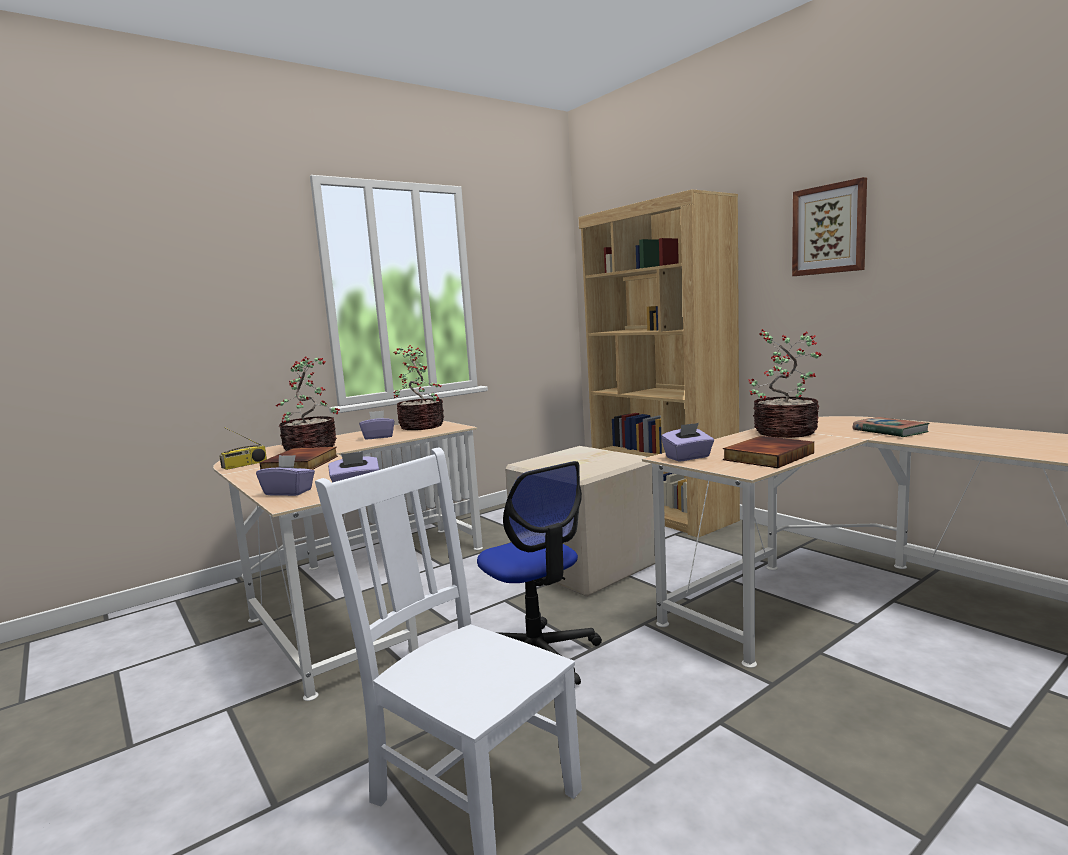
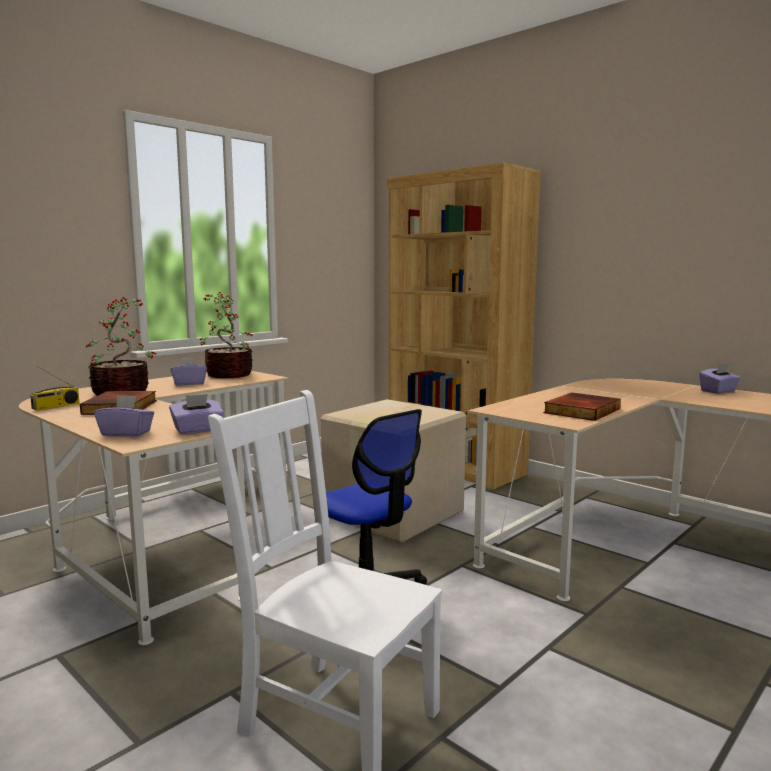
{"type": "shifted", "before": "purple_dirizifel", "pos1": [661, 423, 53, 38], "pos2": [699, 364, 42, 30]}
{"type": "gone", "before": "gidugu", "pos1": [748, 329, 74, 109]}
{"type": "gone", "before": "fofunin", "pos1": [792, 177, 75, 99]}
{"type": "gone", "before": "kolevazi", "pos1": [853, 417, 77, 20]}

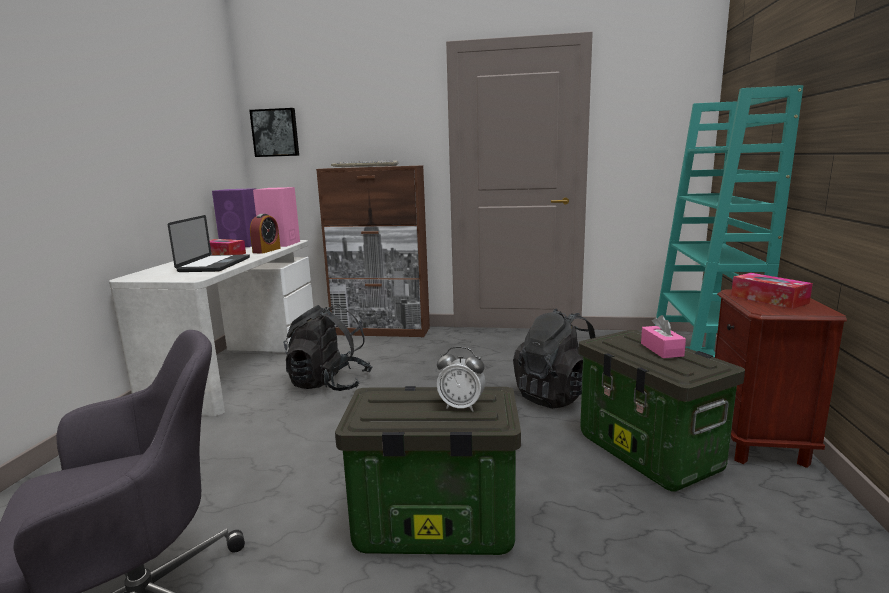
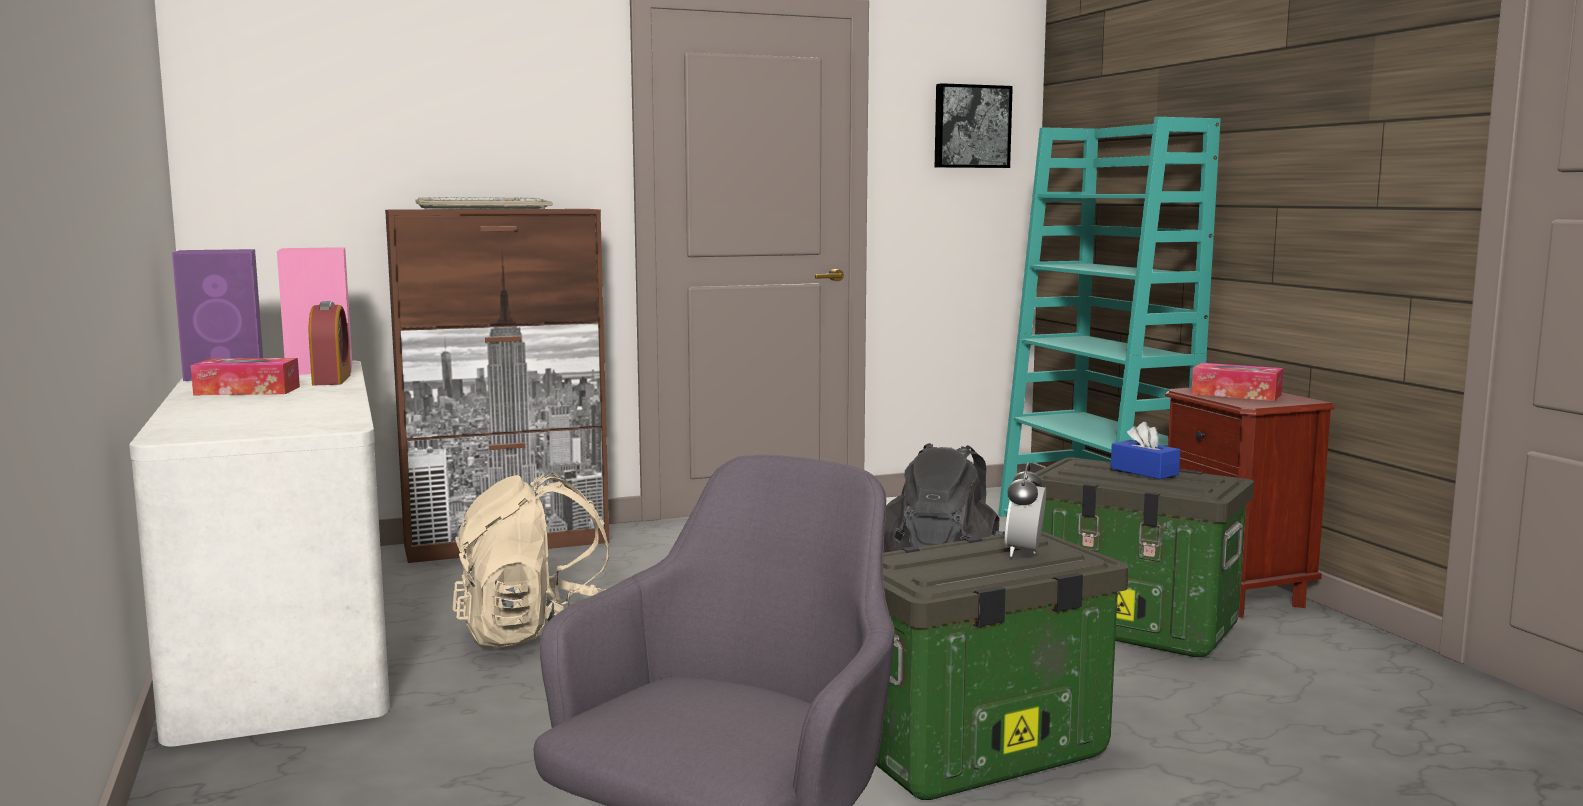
{"type": "repainted", "before": "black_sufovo", "after": "beige_sufovo", "pos1": [283, 305, 90, 86], "pos2": [453, 472, 156, 176]}
{"type": "shifted", "before": "fofunin", "pos1": [249, 108, 50, 49], "pos2": [935, 83, 78, 85]}
{"type": "rotated", "before": "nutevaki", "pos1": [437, 347, 48, 65], "pos2": [1004, 462, 42, 95], "turn": 120}
{"type": "repainted", "before": "pink_dirizifel", "after": "blue_dirizifel", "pos1": [641, 315, 45, 43], "pos2": [1111, 422, 69, 57]}
{"type": "gone", "before": "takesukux", "pos1": [168, 215, 82, 57]}

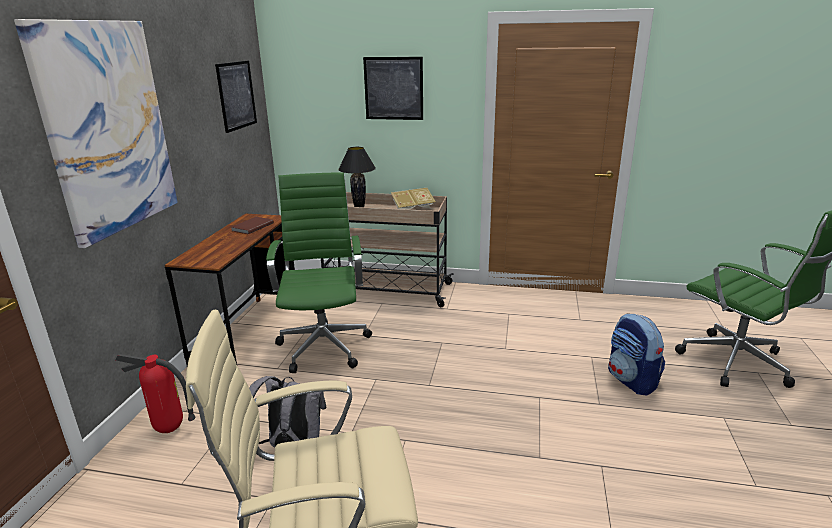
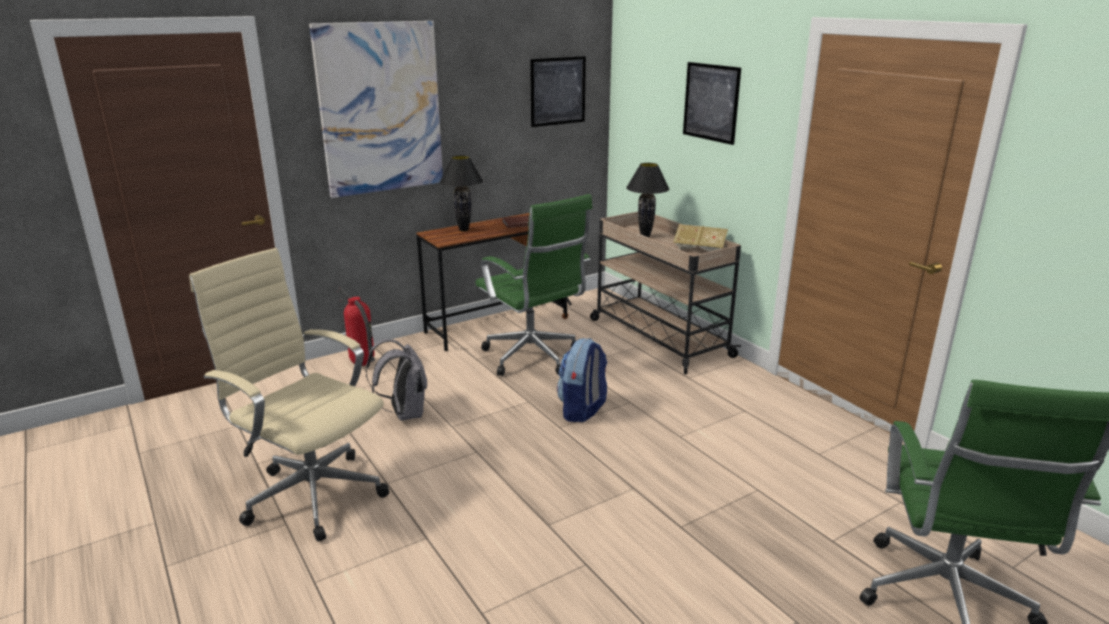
{"type": "new", "after": "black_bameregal", "pos2": [440, 156, 43, 76]}
{"type": "rotated", "before": "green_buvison", "pos1": [266, 172, 106, 201], "pos2": [475, 194, 117, 182], "turn": 105}
{"type": "shifted", "before": "sufovo", "pos1": [608, 314, 57, 82], "pos2": [557, 338, 50, 84]}

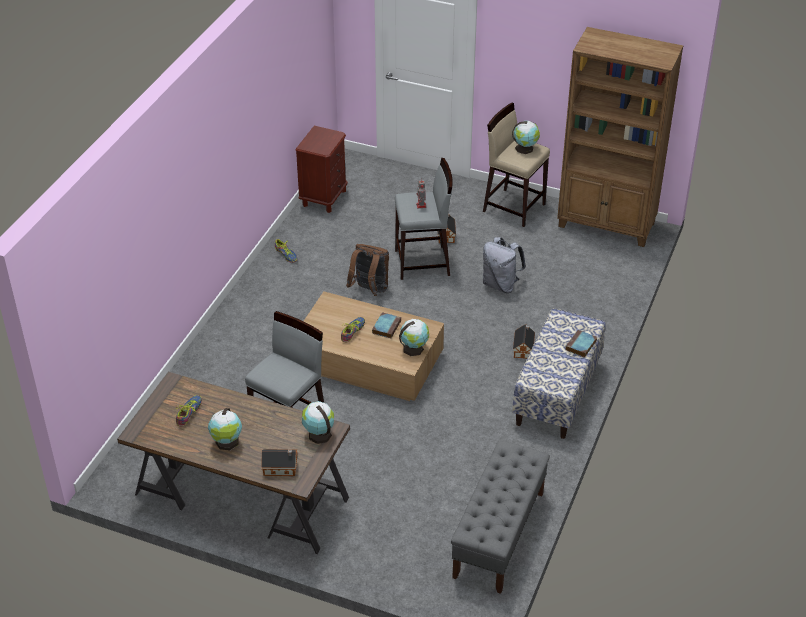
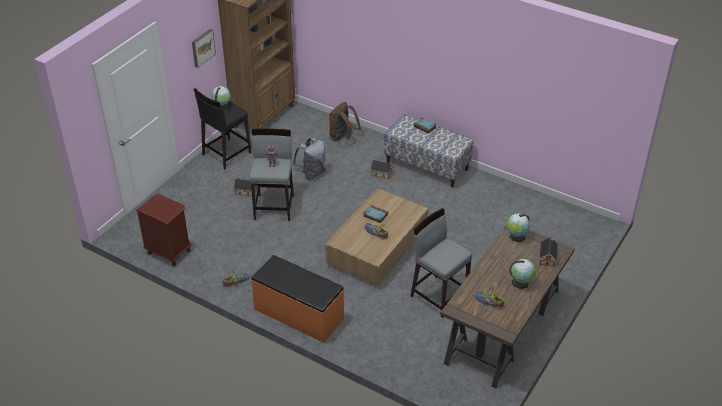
{"type": "new", "after": "fofunin", "pos2": [192, 29, 24, 39]}
{"type": "repainted", "before": "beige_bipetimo", "after": "black_bipetimo", "pos1": [483, 103, 67, 124], "pos2": [194, 88, 58, 81]}
{"type": "new", "after": "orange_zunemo", "pos2": [251, 255, 93, 88]}
{"type": "shifted", "before": "brown_sufovo", "pos1": [346, 244, 43, 52], "pos2": [329, 102, 32, 39]}
{"type": "gone", "before": "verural", "pos1": [399, 319, 30, 37]}
{"type": "gone", "before": "grey_zunemo", "pos1": [451, 440, 99, 154]}

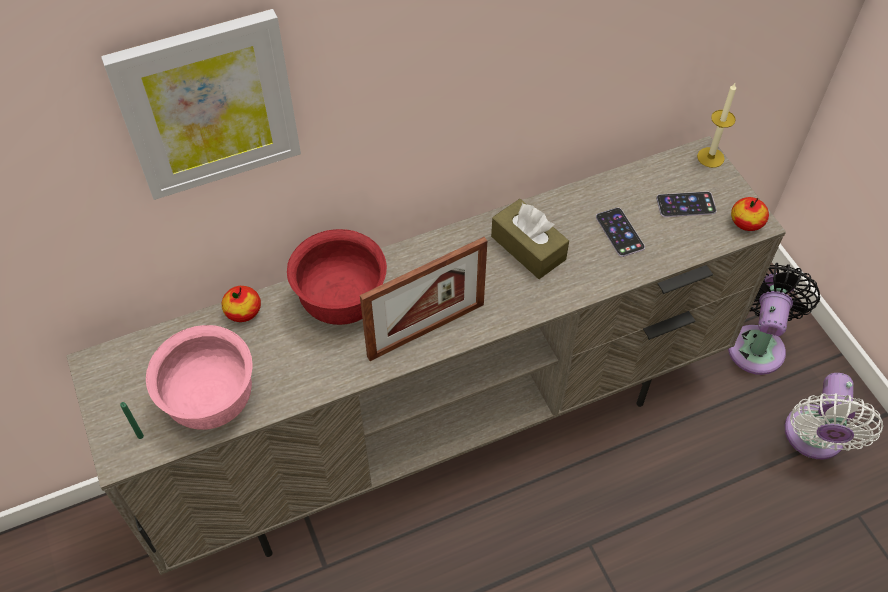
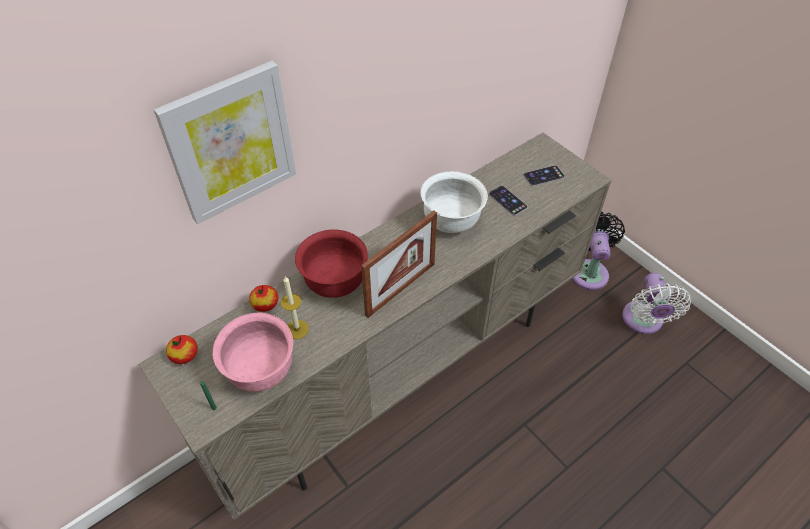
{"type": "shifted", "before": "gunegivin", "pos1": [731, 197, 38, 34], "pos2": [166, 335, 32, 29]}
{"type": "shifted", "before": "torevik", "pos1": [697, 83, 39, 85], "pos2": [281, 276, 28, 63]}
{"type": "swapped", "before": "brown_dirizifel", "after": "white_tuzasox", "pos1": [491, 199, 78, 80], "pos2": [420, 171, 68, 62]}

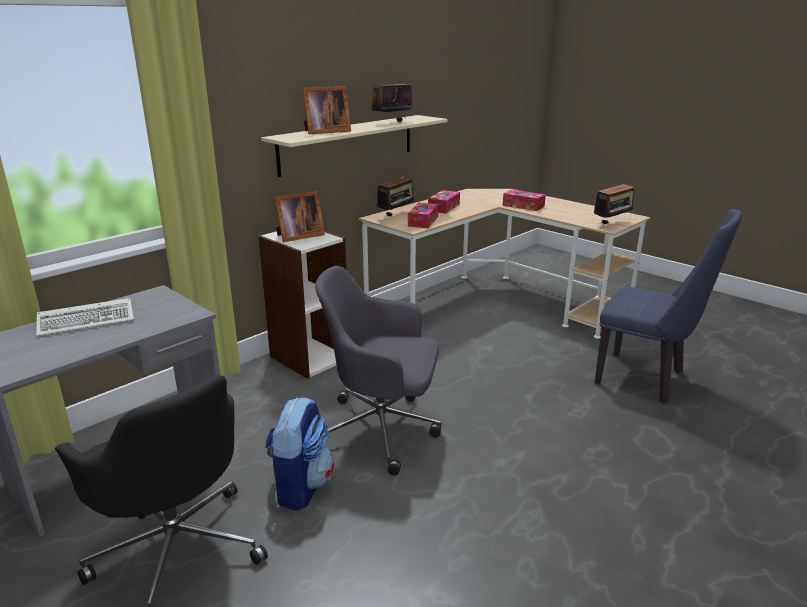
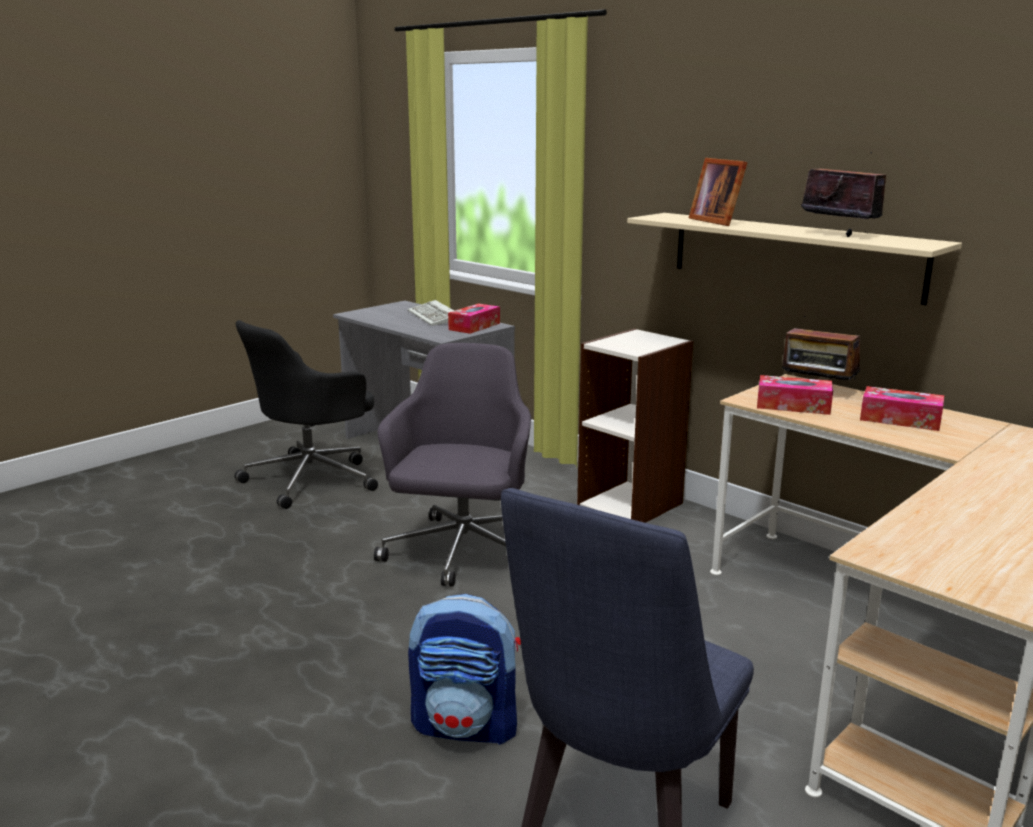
{"type": "shifted", "before": "sufovo", "pos1": [265, 397, 69, 114], "pos2": [408, 594, 113, 151]}
{"type": "shifted", "before": "dirizifel", "pos1": [503, 189, 43, 22], "pos2": [448, 303, 52, 31]}
{"type": "gone", "before": "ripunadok", "pos1": [275, 191, 50, 51]}
{"type": "gone", "before": "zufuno", "pos1": [591, 184, 43, 40]}

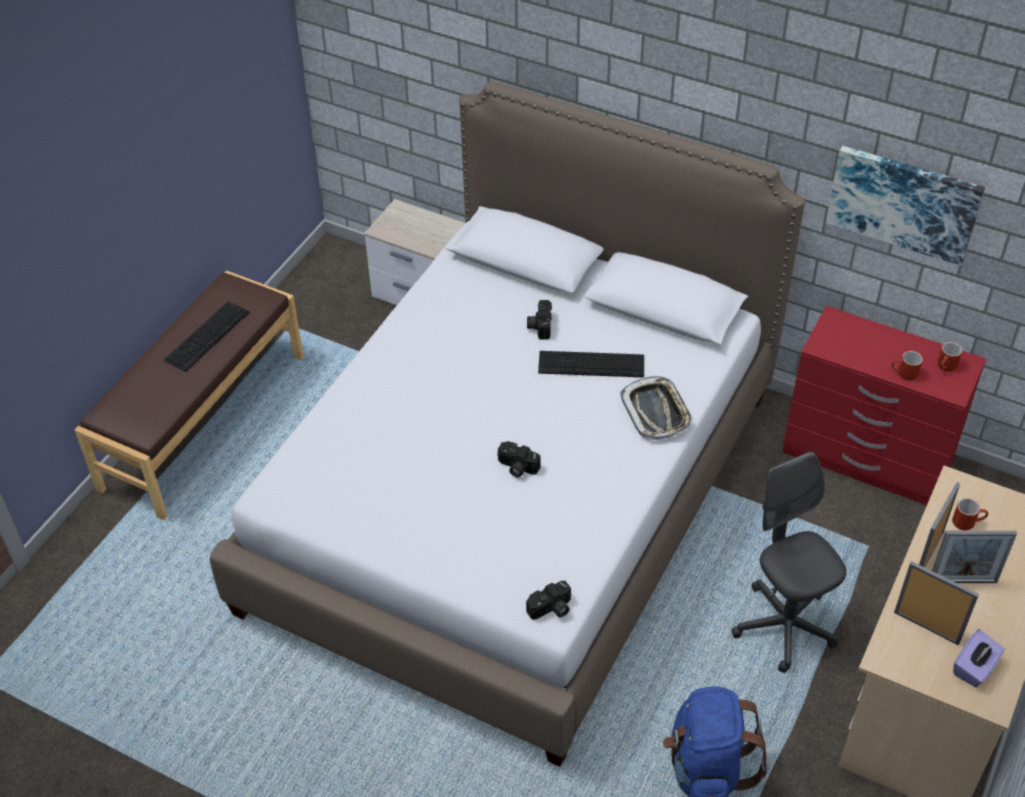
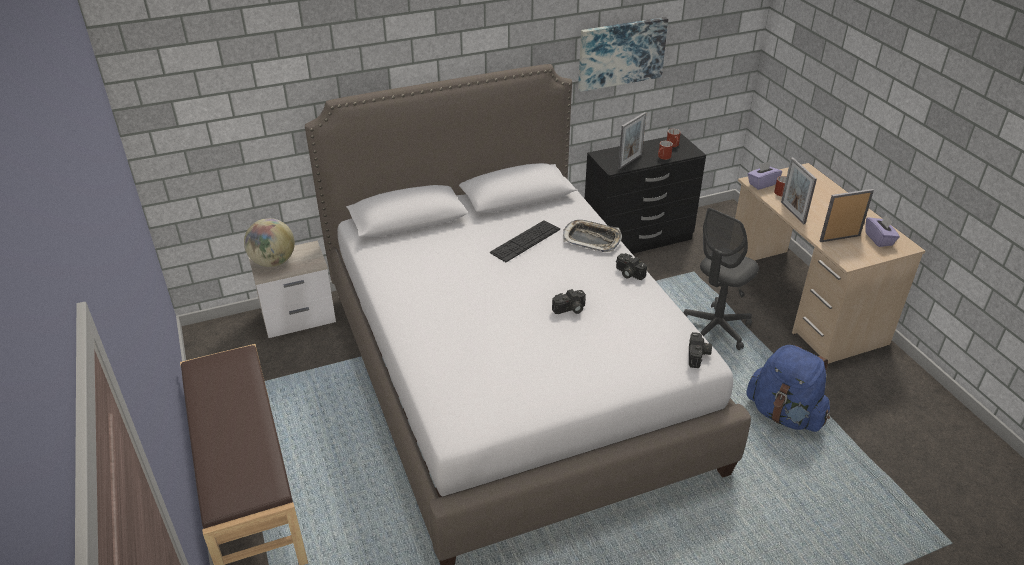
{"type": "new", "after": "verural", "pos2": [244, 218, 51, 49]}
{"type": "repainted", "before": "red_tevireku", "after": "black_tevireku", "pos1": [783, 306, 203, 199], "pos2": [585, 134, 121, 120]}
{"type": "shifted", "before": "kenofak", "pos1": [527, 300, 25, 40], "pos2": [616, 253, 31, 27]}
{"type": "shifted", "before": "ripunadok", "pos1": [932, 531, 85, 52], "pos2": [618, 112, 28, 57]}
{"type": "rotated", "before": "grey_buvison", "pos1": [731, 451, 115, 222], "pos2": [683, 208, 76, 142], "turn": -60}
{"type": "new", "after": "purple_dirizifel", "pos2": [748, 161, 34, 29]}
{"type": "gone", "before": "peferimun", "pos1": [164, 301, 85, 71]}

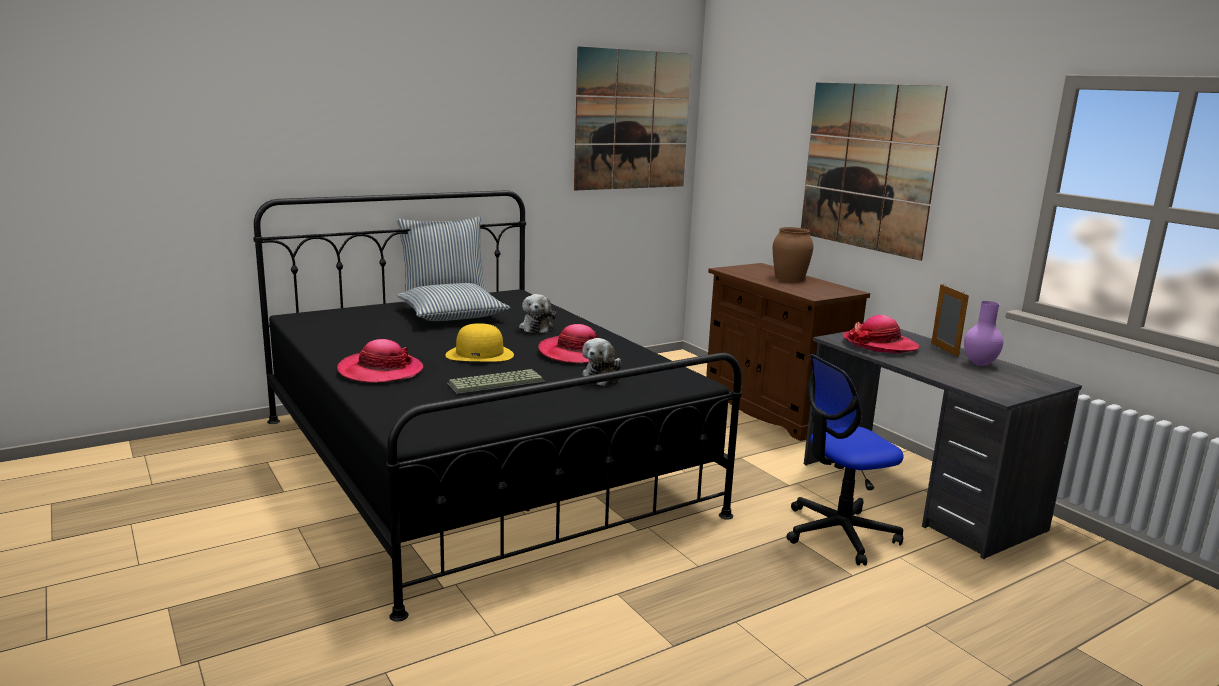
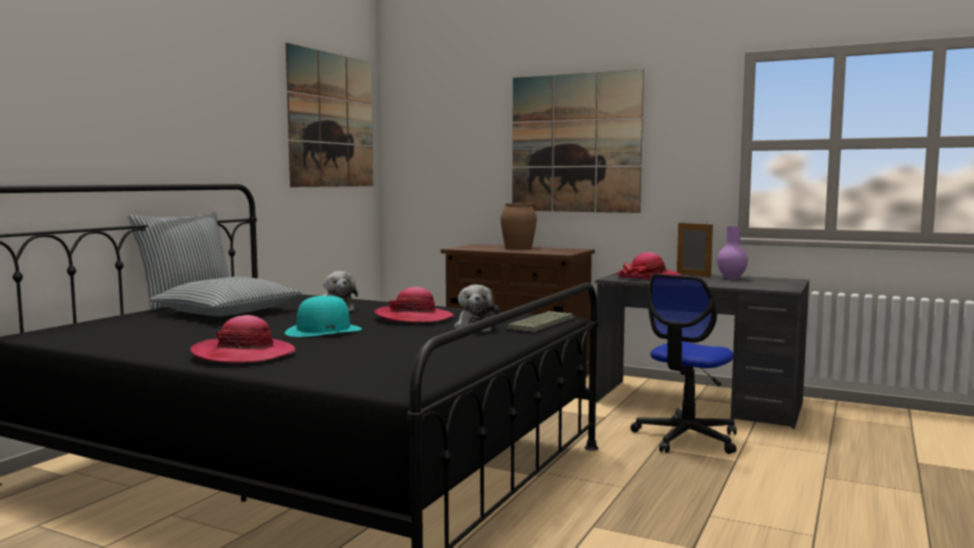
{"type": "repainted", "before": "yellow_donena", "after": "turquoise_donena", "pos1": [445, 323, 69, 39], "pos2": [285, 296, 77, 41]}
{"type": "shifted", "before": "peferimun", "pos1": [447, 369, 99, 27], "pos2": [505, 311, 71, 24]}

